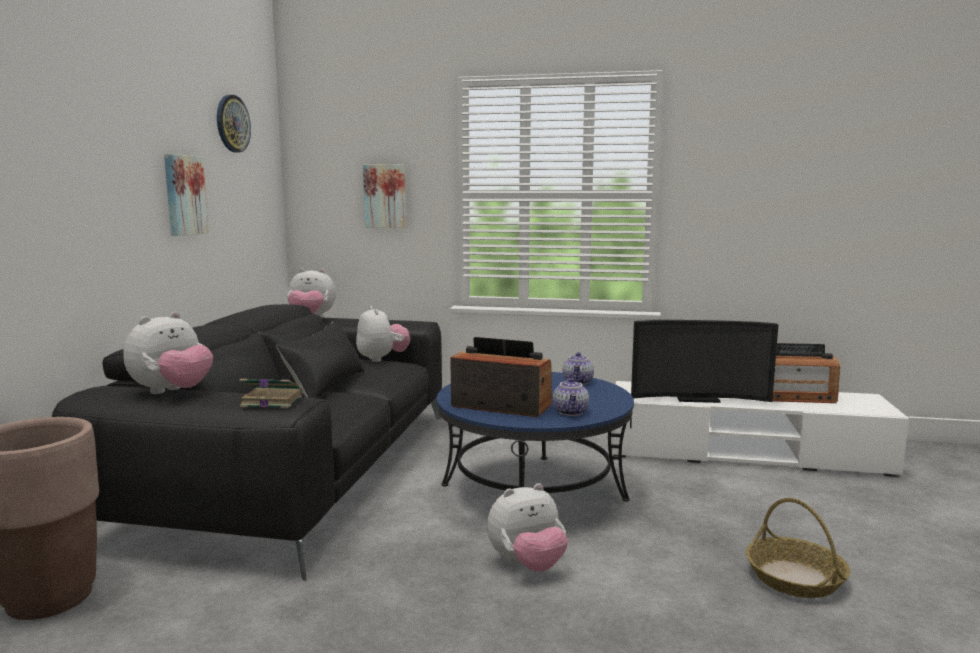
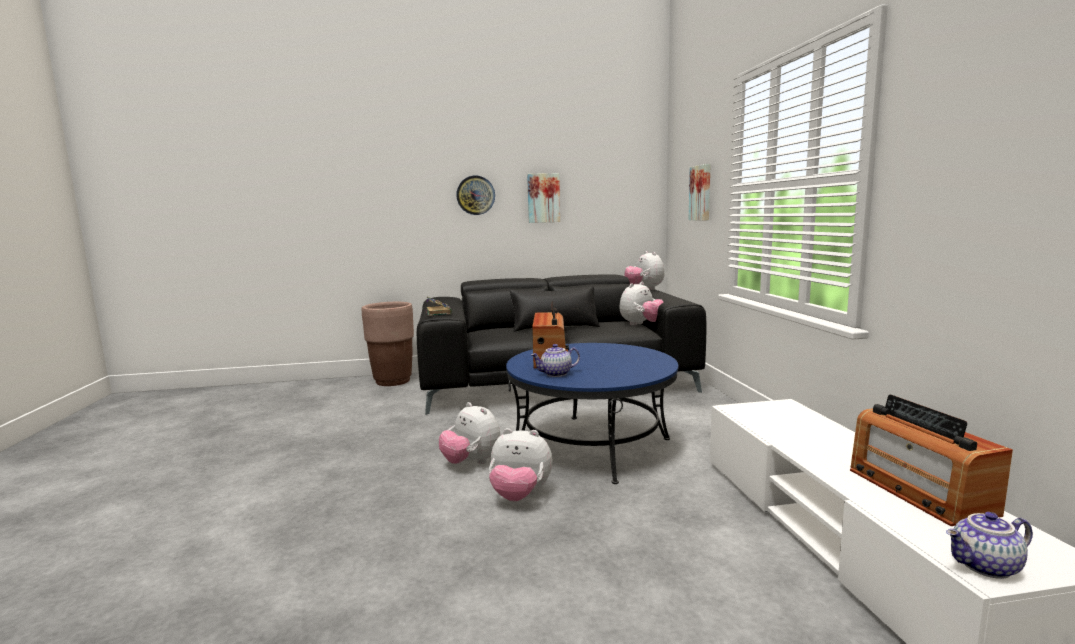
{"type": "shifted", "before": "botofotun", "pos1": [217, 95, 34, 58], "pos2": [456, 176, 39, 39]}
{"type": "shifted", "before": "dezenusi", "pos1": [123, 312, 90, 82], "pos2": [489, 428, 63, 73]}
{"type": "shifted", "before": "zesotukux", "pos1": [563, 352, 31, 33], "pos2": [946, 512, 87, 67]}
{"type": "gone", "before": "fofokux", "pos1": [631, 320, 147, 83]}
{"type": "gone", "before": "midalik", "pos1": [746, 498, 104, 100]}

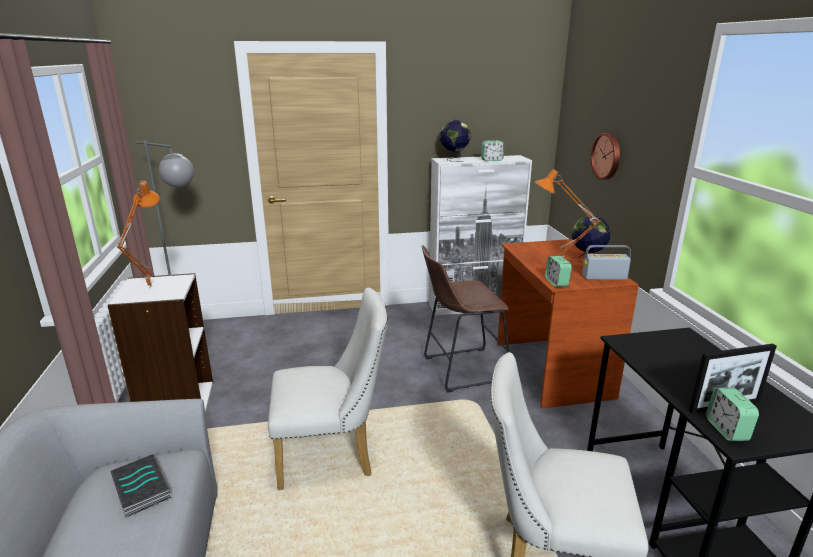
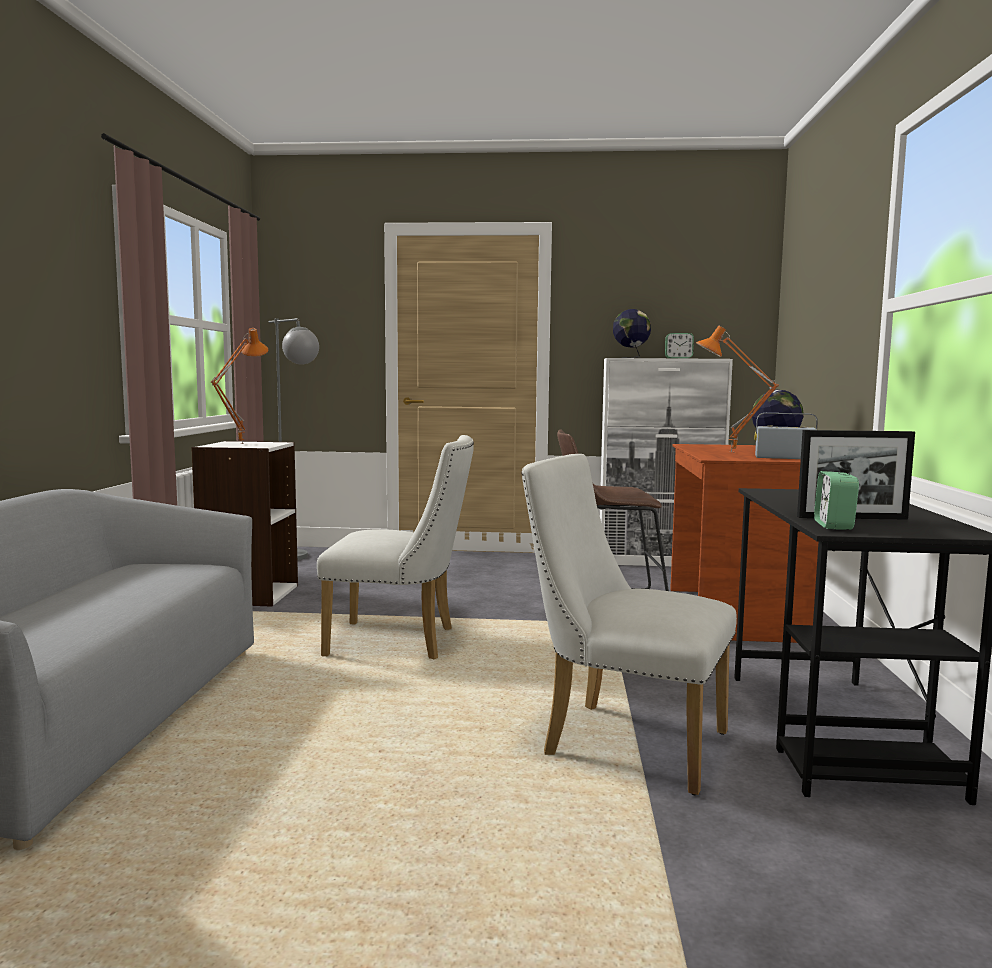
{"type": "gone", "before": "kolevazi", "pos1": [110, 454, 61, 64]}
{"type": "gone", "before": "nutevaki", "pos1": [545, 256, 27, 31]}
{"type": "gone", "before": "botofotun", "pos1": [591, 133, 29, 47]}

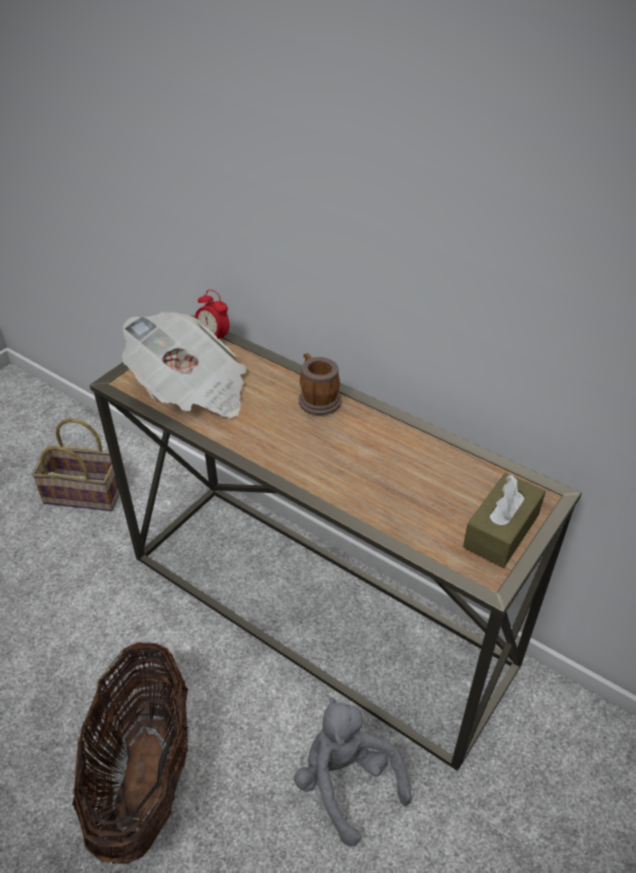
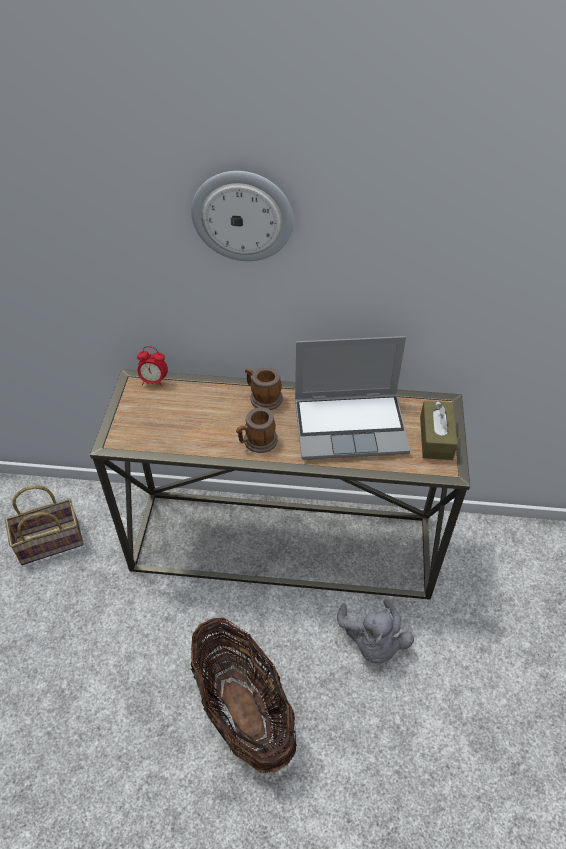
{"type": "new", "after": "botofotun", "pos2": [191, 171, 103, 90]}
{"type": "new", "after": "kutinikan", "pos2": [236, 407, 42, 46]}
{"type": "new", "after": "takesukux", "pos2": [295, 336, 115, 124]}
{"type": "rotated", "before": "grey_dezenusi", "pos1": [294, 697, 118, 150], "pos2": [337, 599, 77, 65], "turn": -120}
{"type": "gone", "before": "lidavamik", "pos1": [122, 312, 124, 106]}

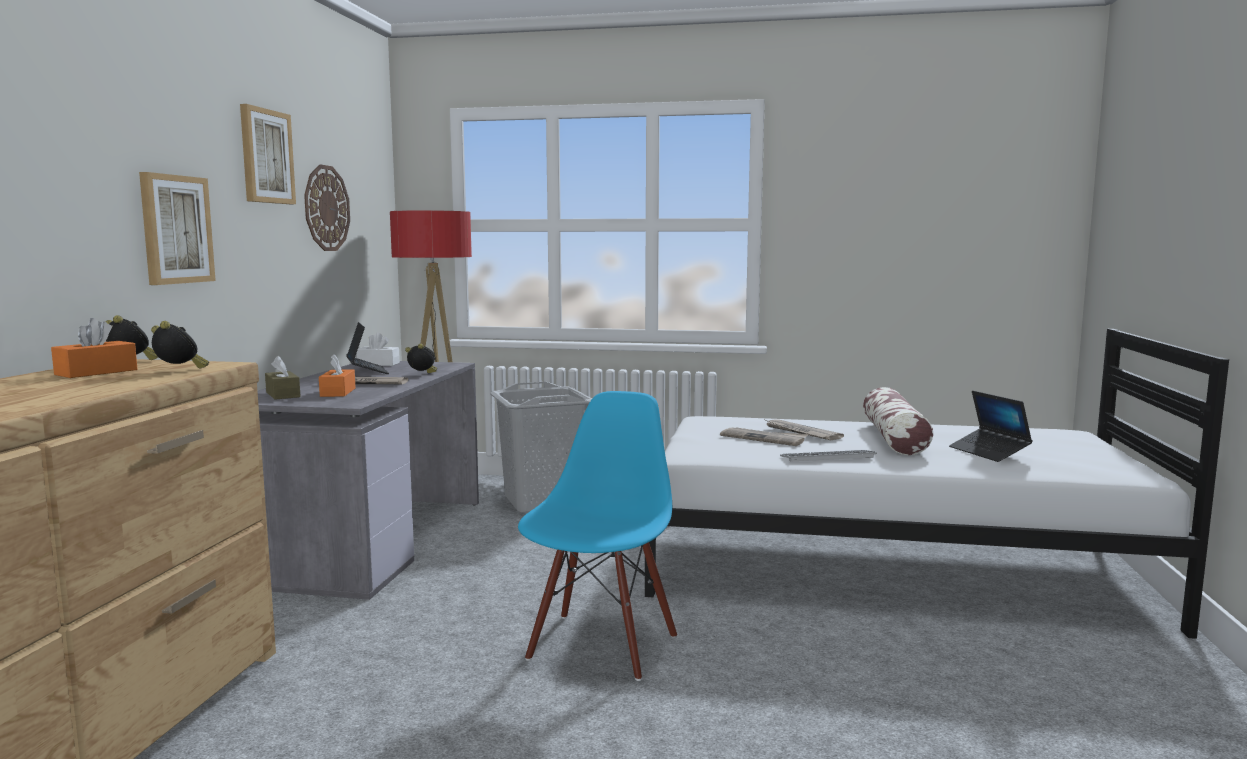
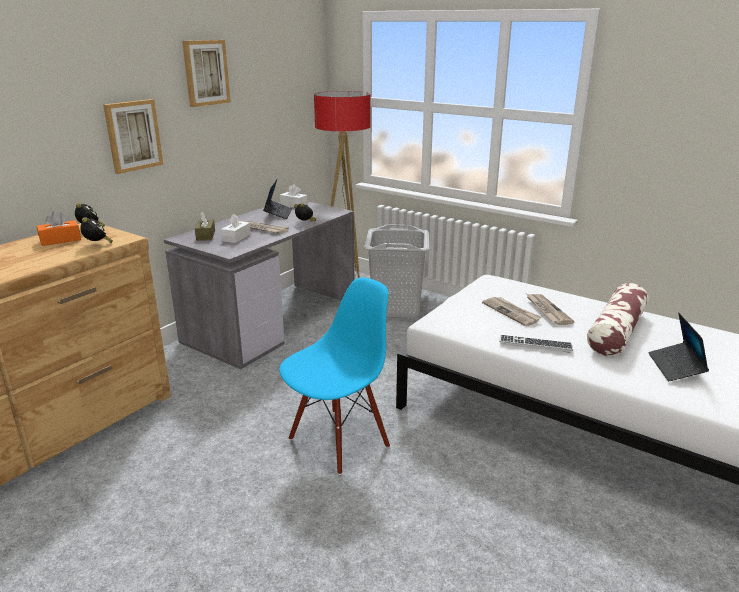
{"type": "repainted", "before": "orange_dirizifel", "after": "white_dirizifel", "pos1": [319, 354, 37, 43], "pos2": [221, 214, 30, 29]}
{"type": "gone", "before": "botofotun", "pos1": [304, 164, 46, 87]}

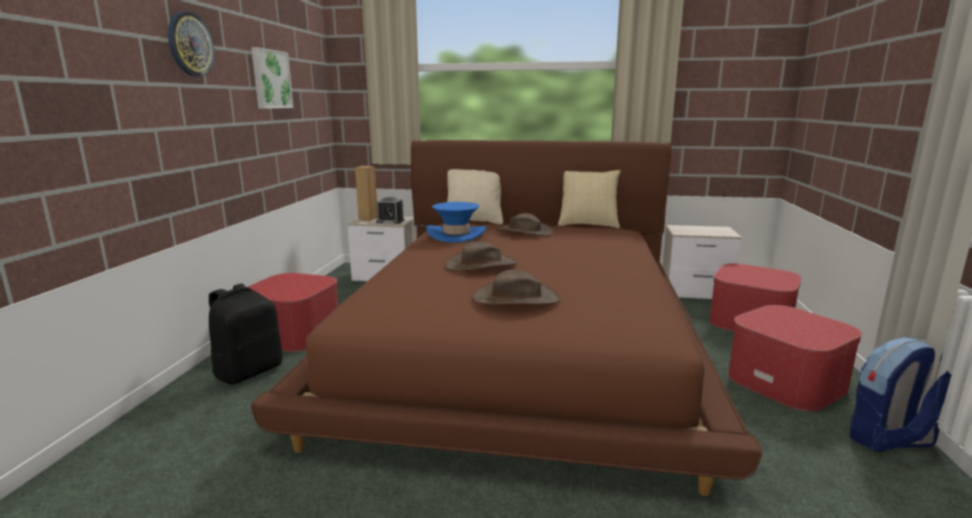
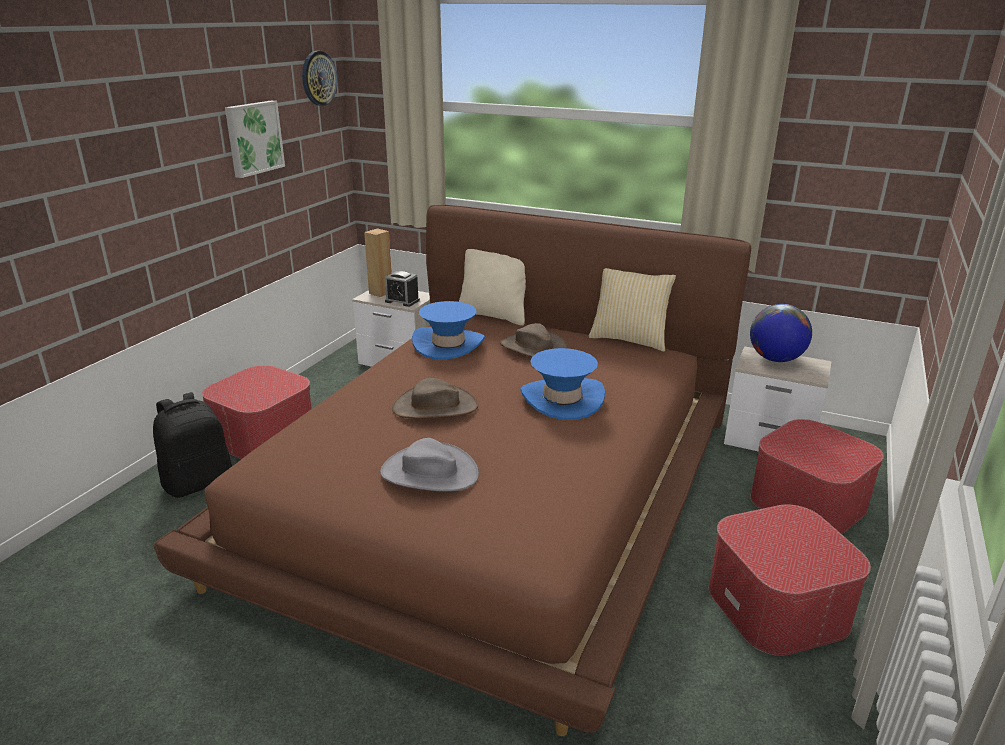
{"type": "shifted", "before": "botofotun", "pos1": [168, 11, 46, 65], "pos2": [302, 51, 35, 55]}
{"type": "repainted", "before": "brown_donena", "after": "grey_donena", "pos1": [472, 269, 89, 36], "pos2": [380, 438, 99, 54]}
{"type": "new", "after": "blue_donena", "pos2": [520, 348, 85, 72]}
{"type": "new", "after": "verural", "pos2": [750, 304, 62, 58]}
{"type": "gone", "before": "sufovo", "pos1": [850, 337, 101, 115]}

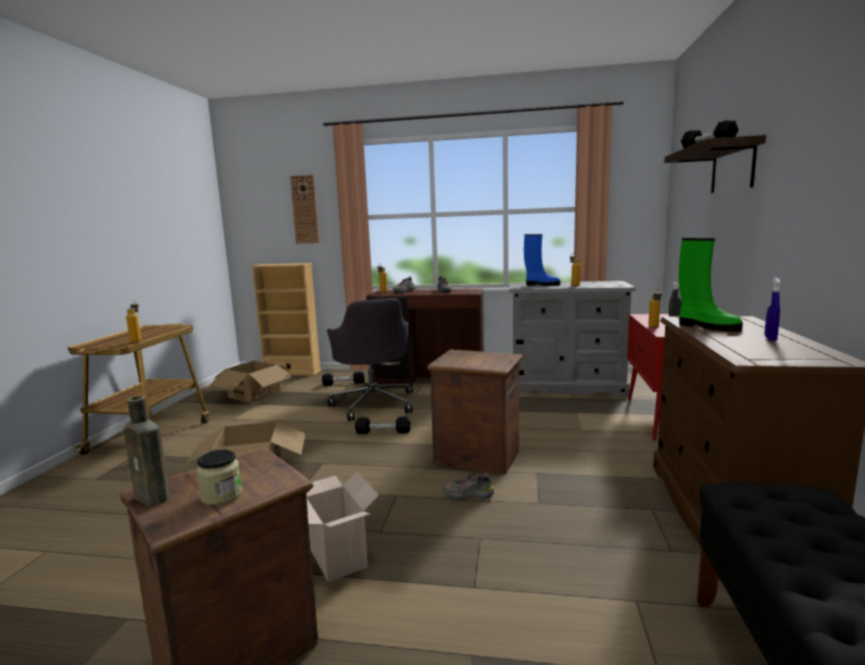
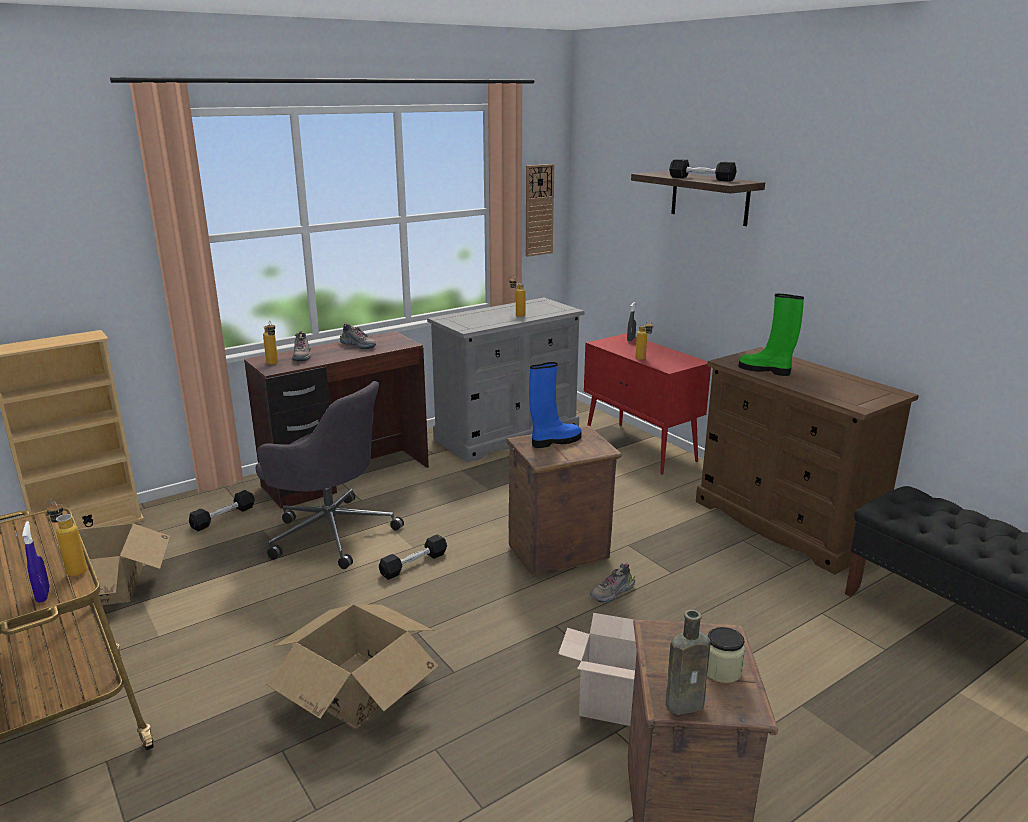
{"type": "shifted", "before": "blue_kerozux", "pos1": [764, 278, 16, 63], "pos2": [22, 521, 28, 82]}
{"type": "shifted", "before": "botofotun", "pos1": [290, 175, 30, 69], "pos2": [526, 164, 28, 93]}
{"type": "shifted", "before": "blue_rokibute", "pos1": [524, 234, 36, 52], "pos2": [529, 362, 53, 86]}
{"type": "rotated", "before": "green_rokibute", "pos1": [679, 238, 64, 94], "pos2": [738, 294, 66, 82], "turn": -150}

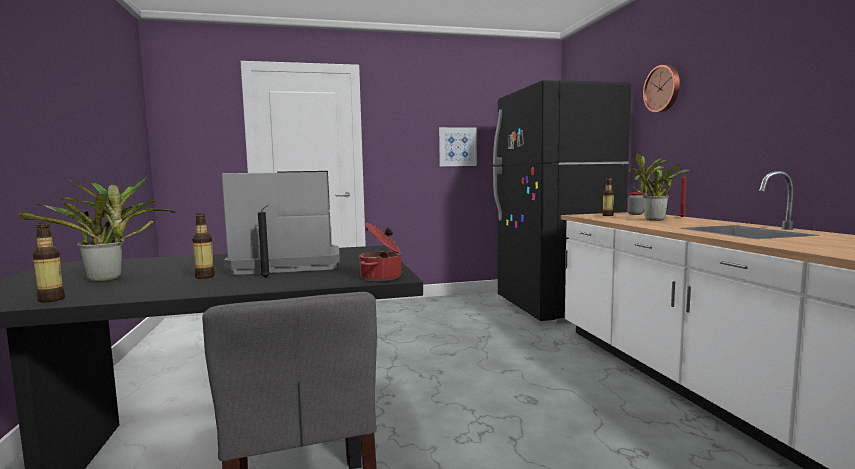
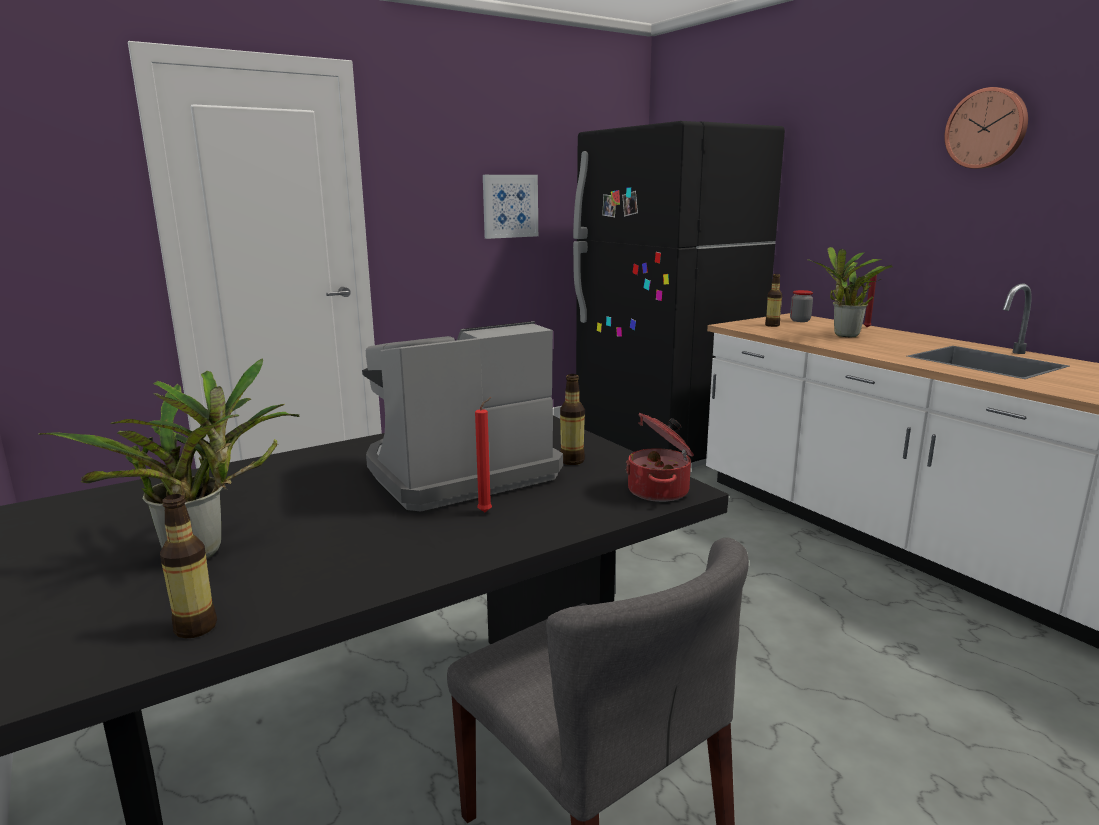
{"type": "repainted", "before": "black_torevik", "after": "red_torevik", "pos1": [258, 205, 12, 73], "pos2": [475, 397, 17, 115]}
{"type": "shifted", "before": "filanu", "pos1": [192, 213, 23, 66], "pos2": [560, 374, 25, 91]}
{"type": "shifted", "before": "botofotun", "pos1": [643, 65, 37, 48], "pos2": [944, 87, 84, 82]}

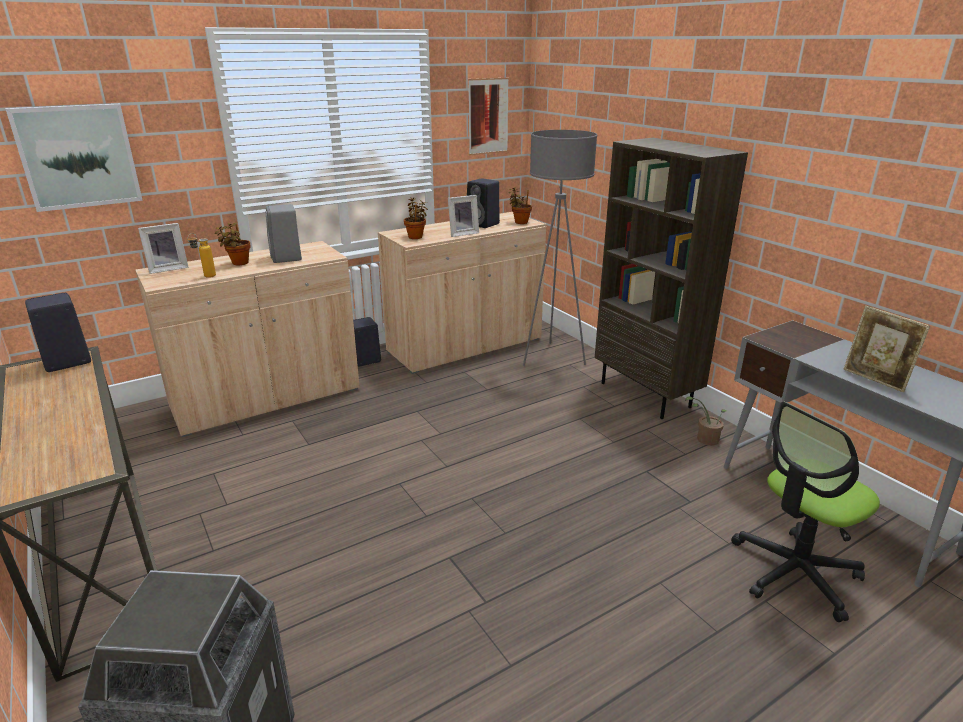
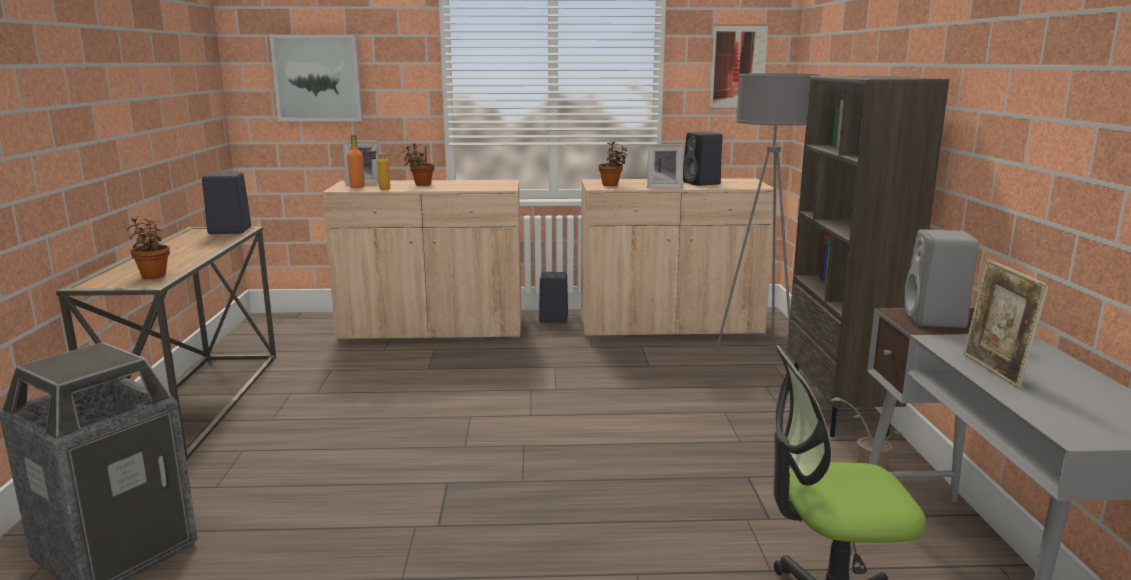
{"type": "shifted", "before": "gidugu", "pos1": [508, 187, 24, 37], "pos2": [127, 216, 43, 63]}
{"type": "new", "after": "orange_filanu", "pos2": [347, 135, 18, 53]}
{"type": "shifted", "before": "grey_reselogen", "pos1": [266, 204, 36, 59], "pos2": [904, 229, 75, 99]}

